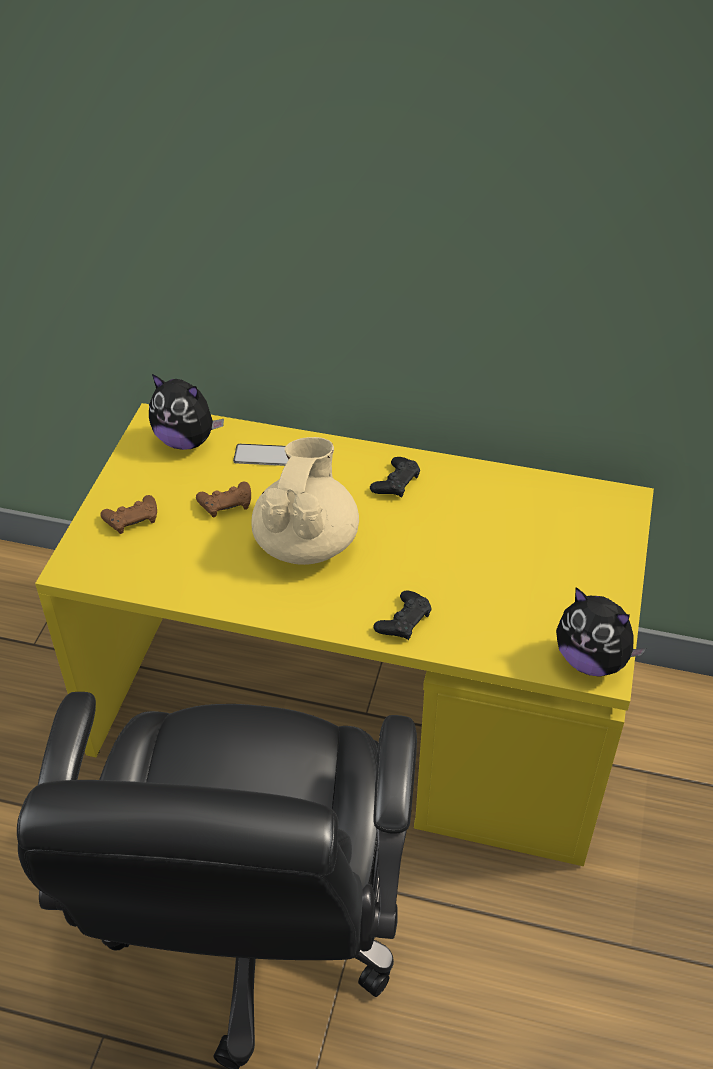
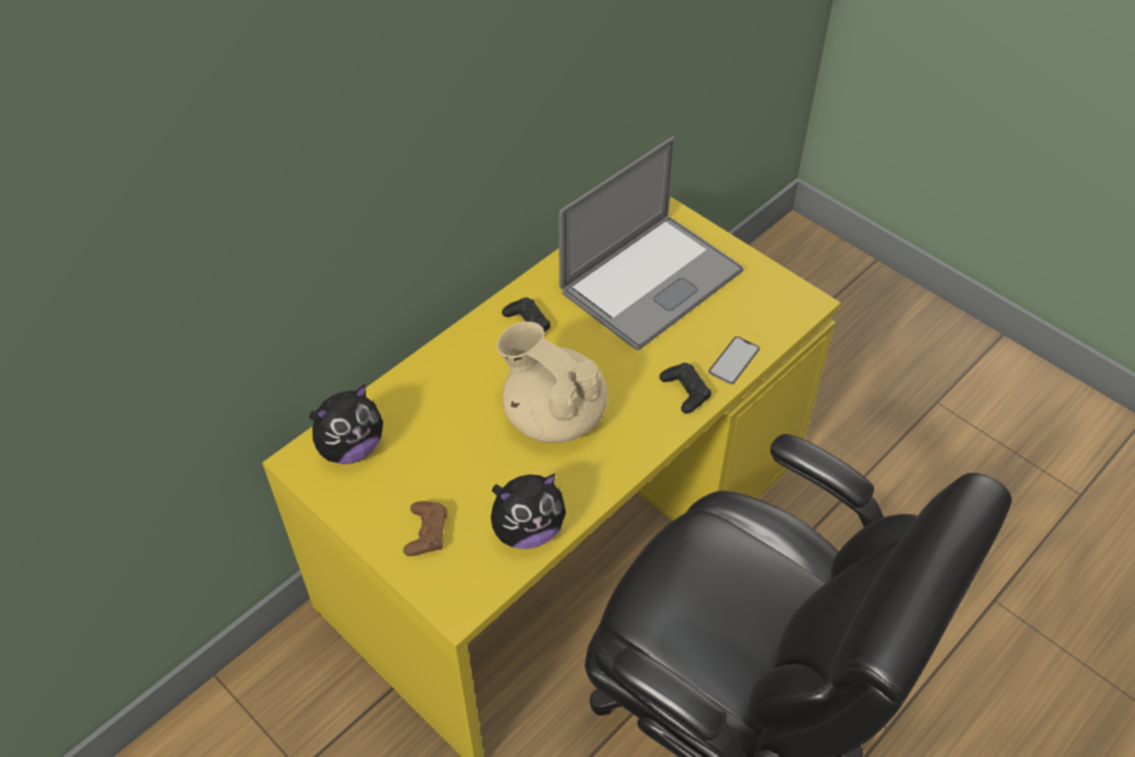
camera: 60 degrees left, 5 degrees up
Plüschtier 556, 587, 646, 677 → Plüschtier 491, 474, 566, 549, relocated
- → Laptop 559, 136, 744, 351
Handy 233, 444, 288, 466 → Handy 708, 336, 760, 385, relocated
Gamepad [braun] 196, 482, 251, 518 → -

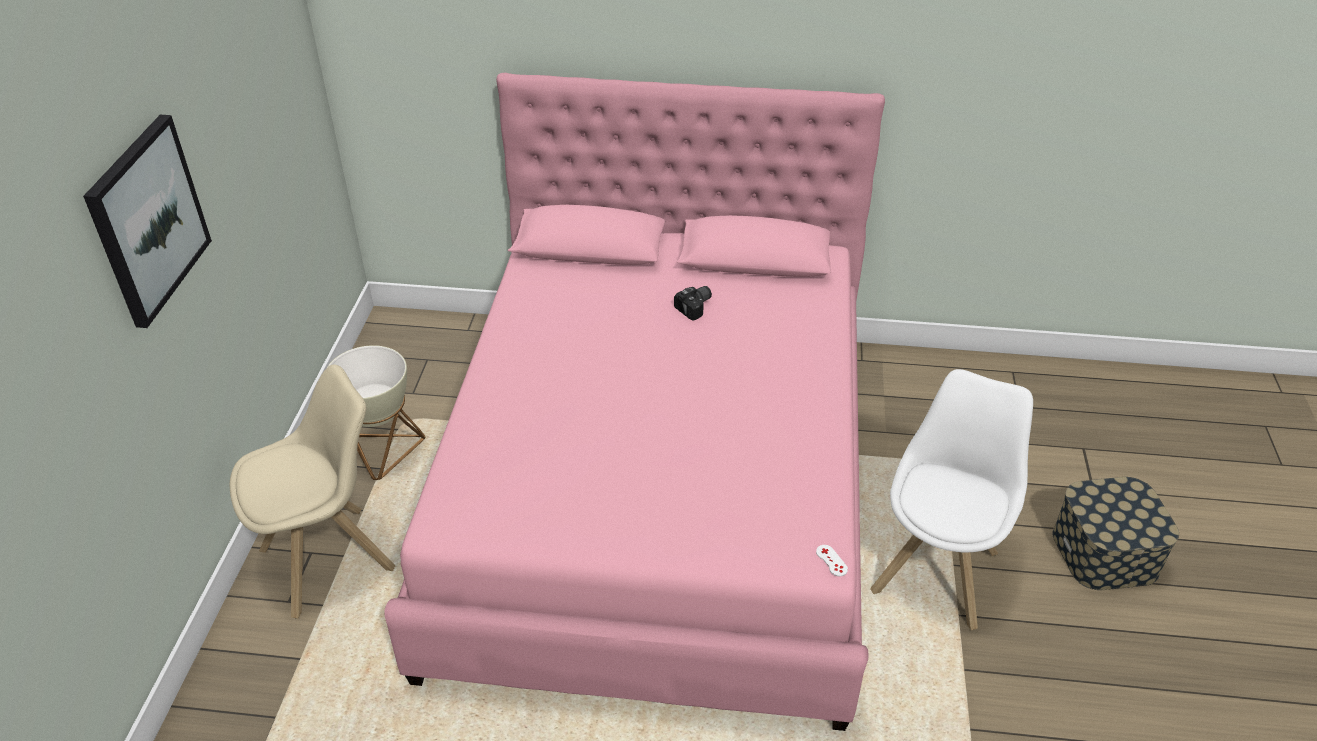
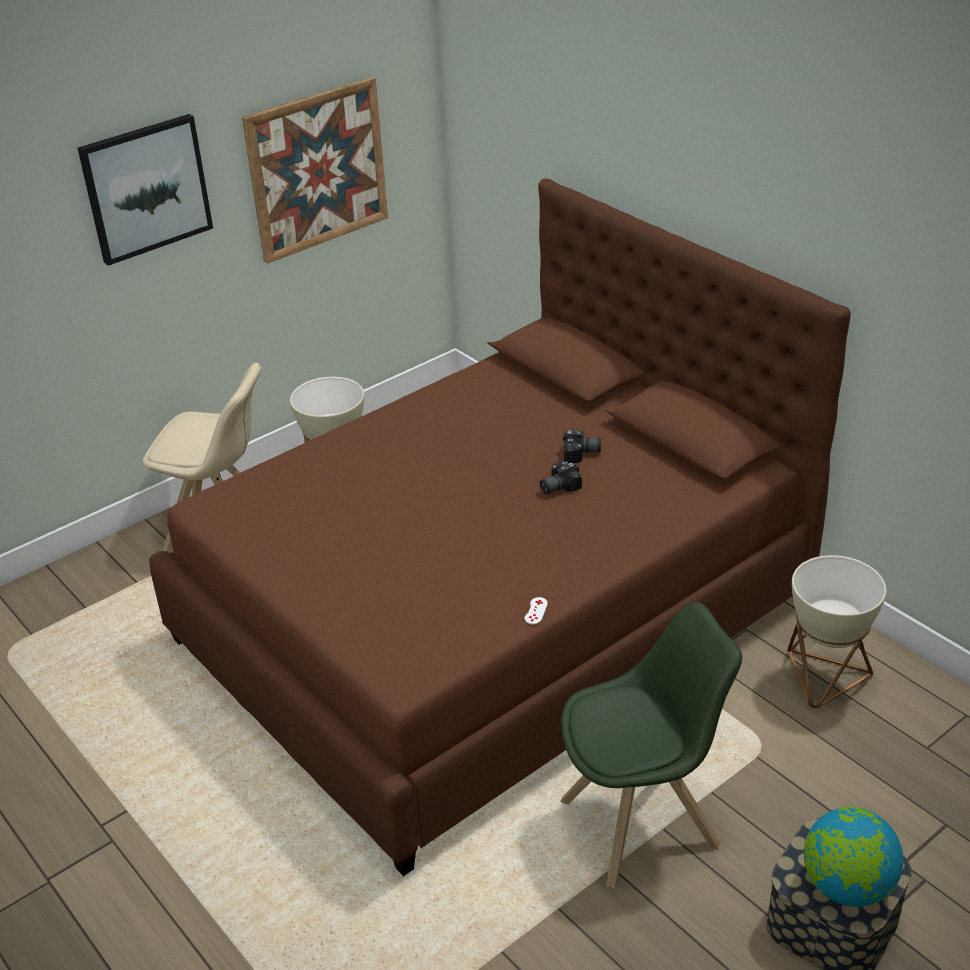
camera: 45 degrees right, 5 degrees down
Bett [rosa] 384, 73, 885, 731 → Bett [braun] 149, 179, 851, 876
- → Bild 242, 77, 388, 264
Gamepad [weiß] 816, 545, 848, 576 → Gamepad [weiß] 525, 597, 548, 624, relocated
- → Kamera 540, 460, 582, 494
Stuhl [weiß] 870, 369, 1033, 631 → Stuhl [grün] 560, 602, 742, 889
- → Pflanzkübel 787, 555, 887, 708
- → Globus 804, 807, 904, 907

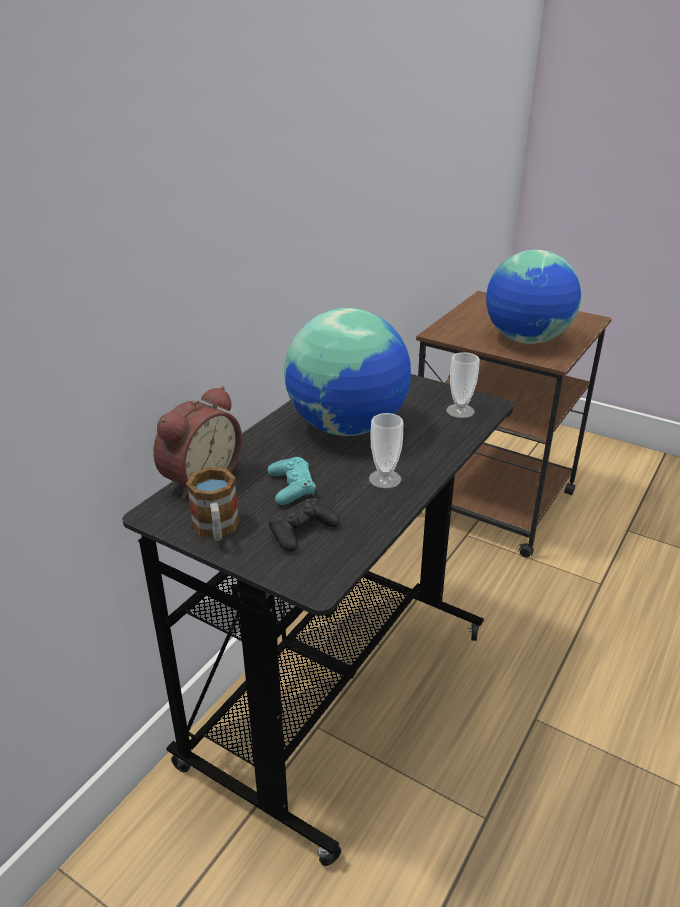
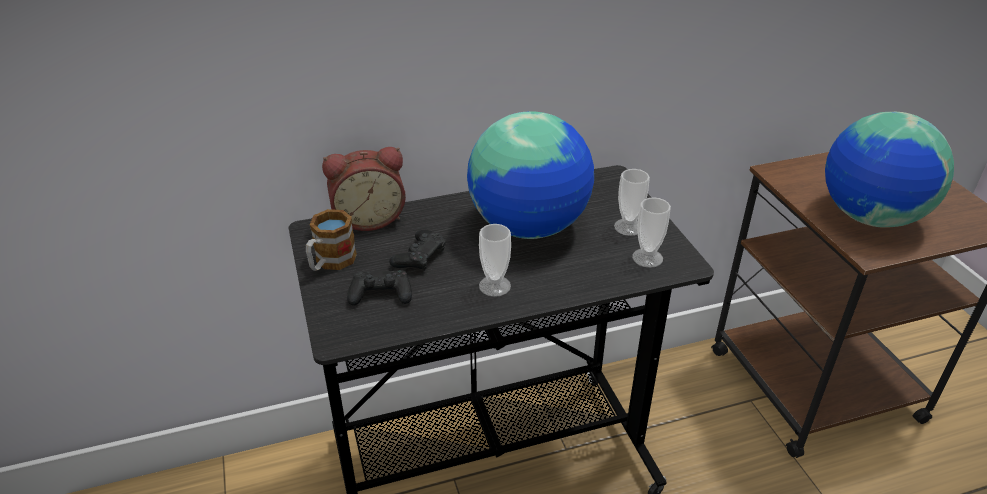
camera: 40 degrees right, 5 degrees up
Gamepad [türkis] 268, 457, 316, 505 → Gamepad [schwarz] 389, 230, 446, 271
- → Tasse 614, 169, 650, 236

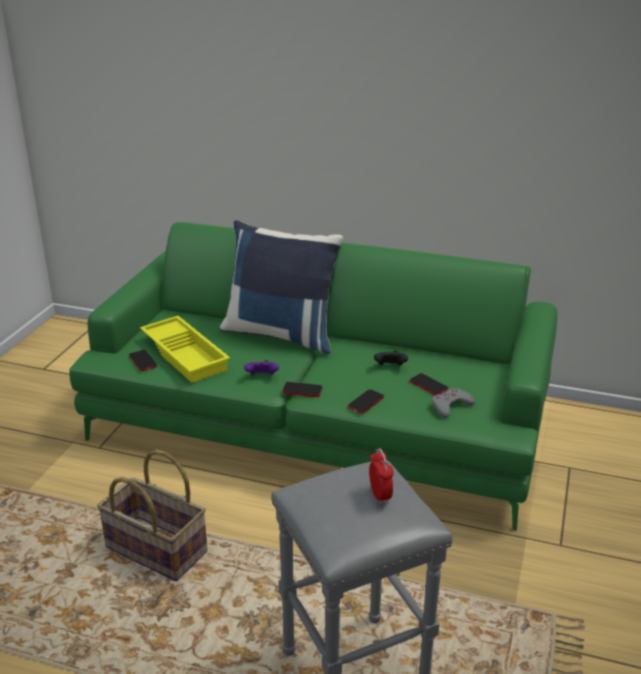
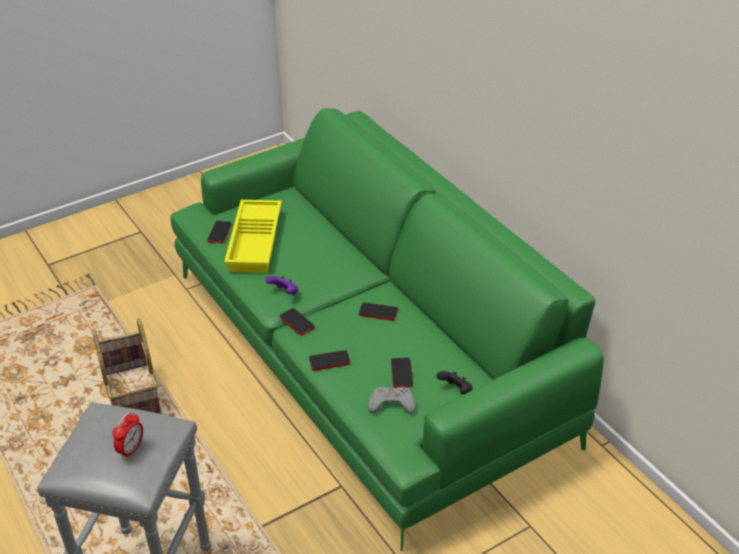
camera: 40 degrees right, 10 degrees up
- → Handy 359, 302, 398, 321
Gamepad [schwarz] 374, 351, 408, 366 → Gamepad [schwarz] 436, 371, 473, 395, relocated
Kissen [blau] 219, 220, 343, 354 → -

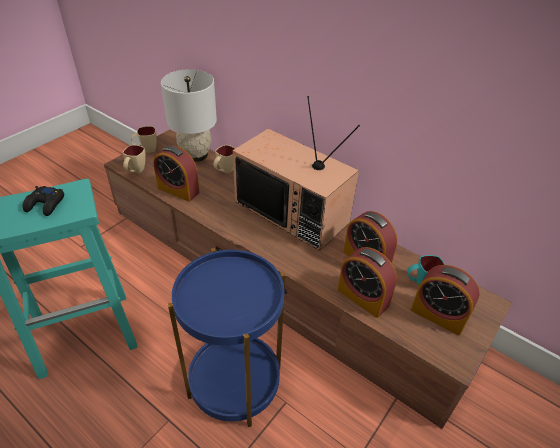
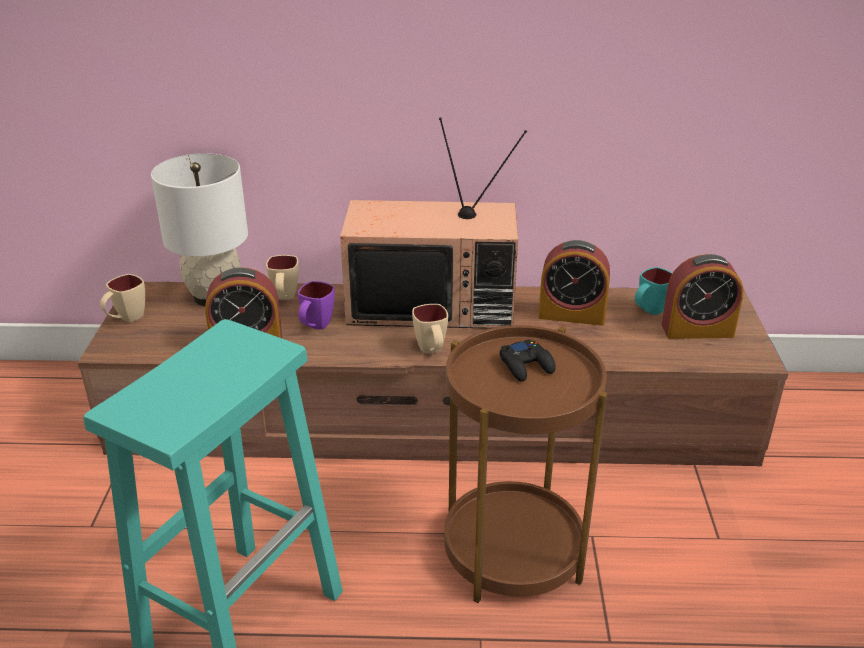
camera: 35 degrees left, 10 degrees down
- → Henkelbecher [lila] 298, 281, 335, 329
Henkelbecher [beige] 123, 145, 146, 173 → Henkelbecher [beige] 412, 304, 448, 354, relocated
Beistelltisch [blau] 168, 248, 286, 427 → Beistelltisch [braun] 444, 325, 607, 603
Gamepad [schwarz] 22, 186, 64, 216 → Gamepad [schwarz] 499, 339, 555, 382, relocated
Wecker 338, 247, 397, 318 → -

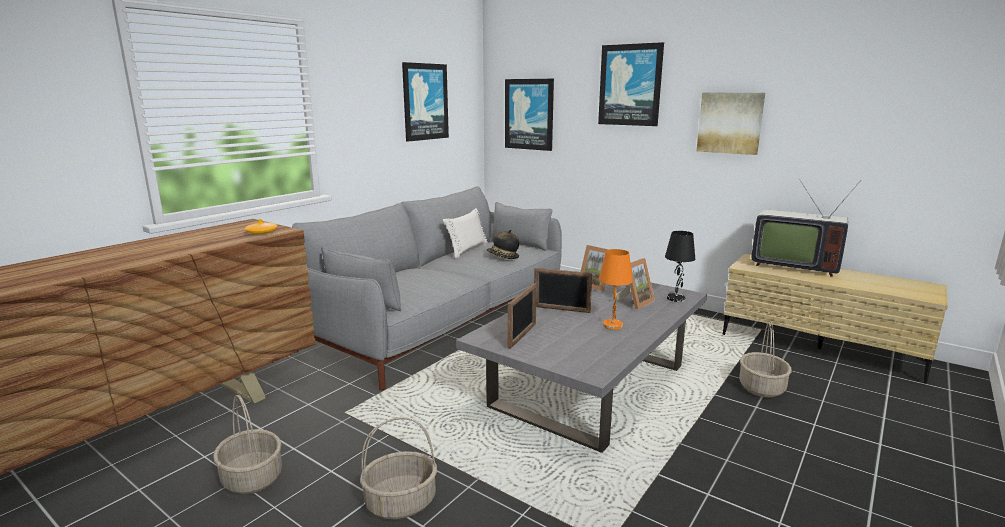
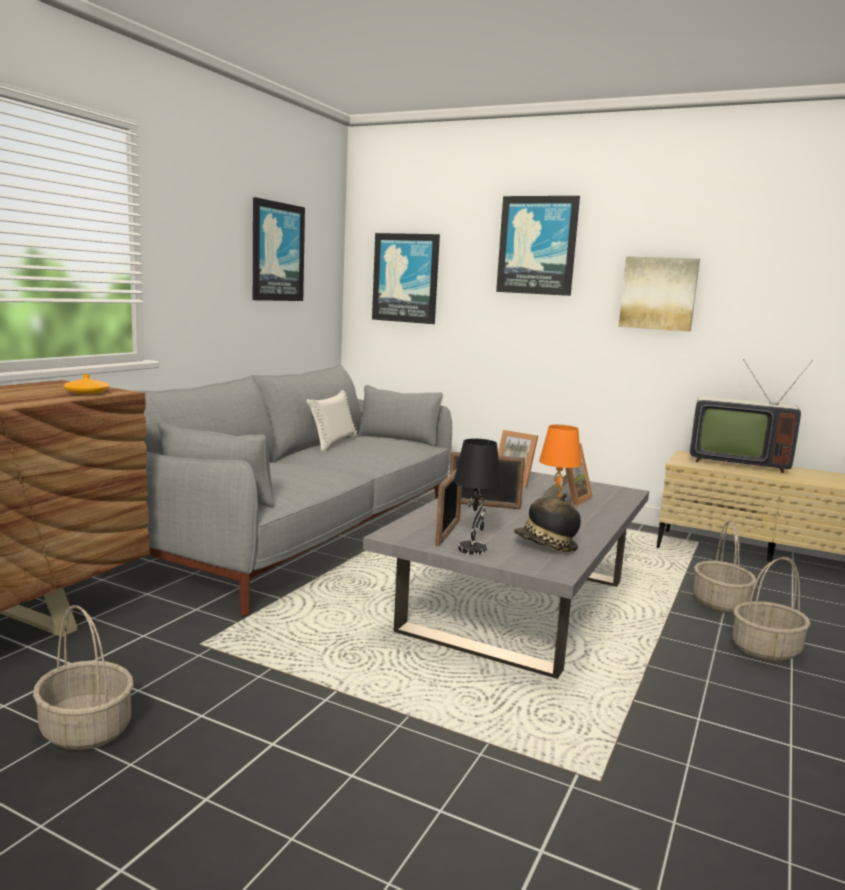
camera: 10 degrees left, 5 degrees down
Tischlampe [schwarz] 665, 231, 695, 302 → Tischlampe [schwarz] 454, 439, 501, 555, relocated
Hut 487, 229, 519, 259 → Hut 514, 493, 581, 552, relocated
Korb 360, 417, 437, 519 → Korb 733, 557, 811, 661, relocated

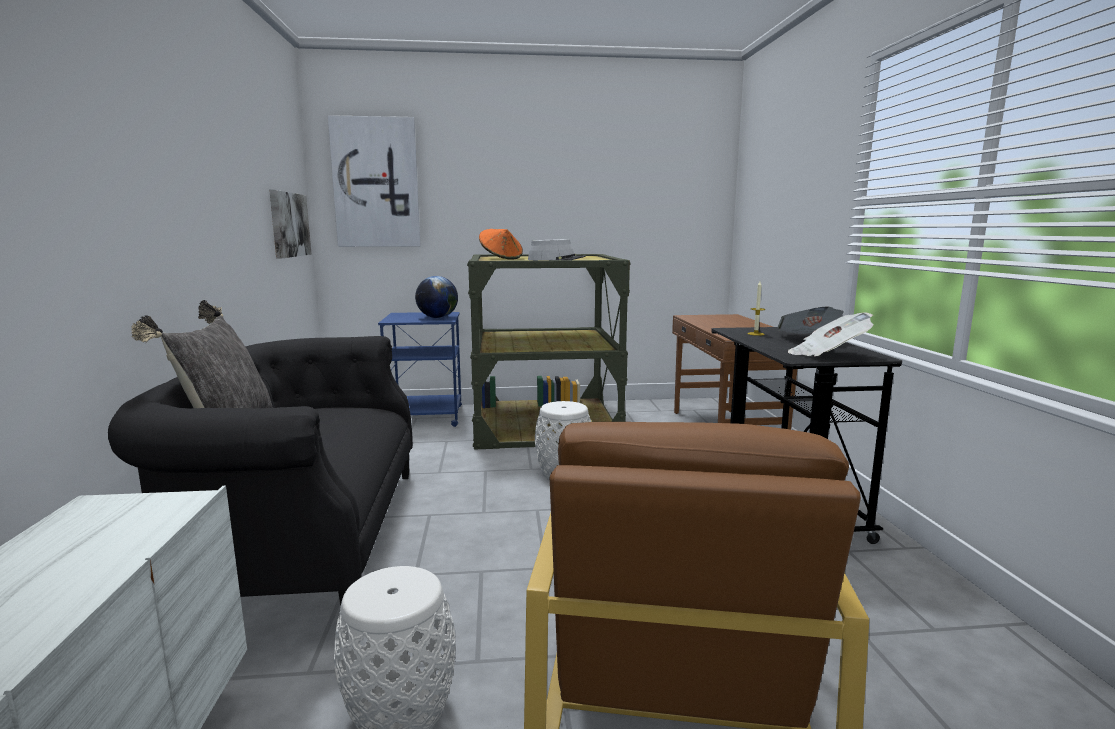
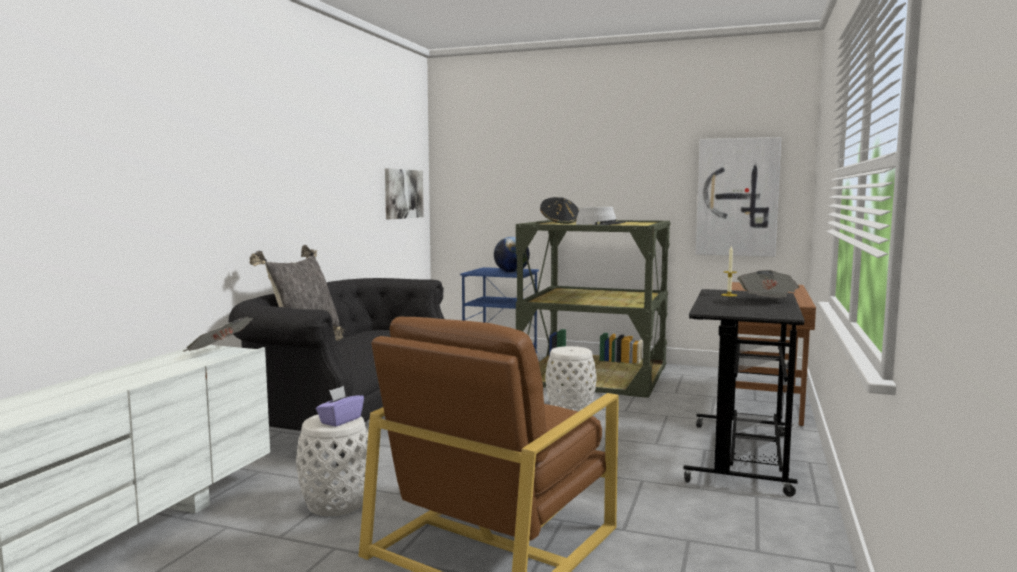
camera: 25 degrees right, 5 degrees down
Zeitung 788, 312, 873, 356 → Zeitung 184, 316, 253, 351, relocated
- → Taschentuchbox [lila] 316, 386, 364, 427
Hut [orange] 479, 229, 523, 260 → Hut [schwarz] 540, 197, 579, 224
Bild 328, 115, 421, 247 → Bild 696, 137, 781, 257, relocated

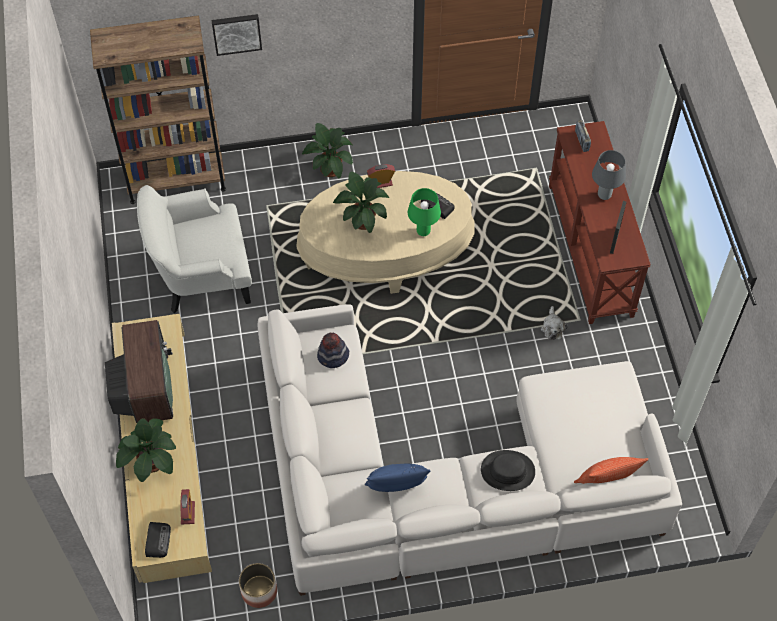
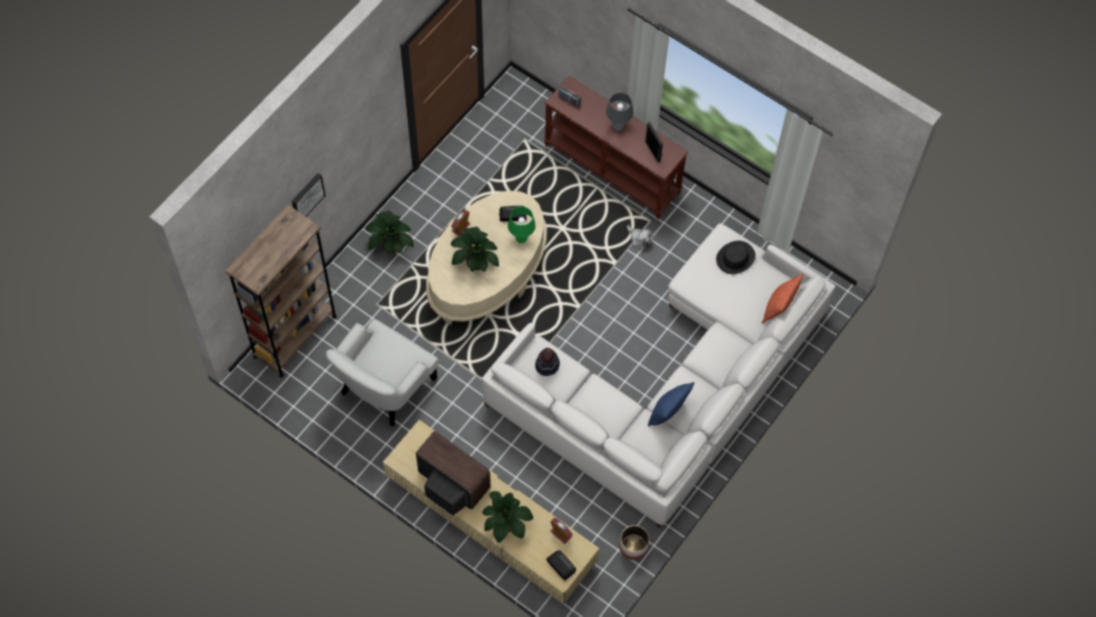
camera: 45 degrees left, 5 degrees up
Hut [schwarz] 481, 450, 535, 491 → Hut [schwarz] 716, 241, 756, 274, relocated

